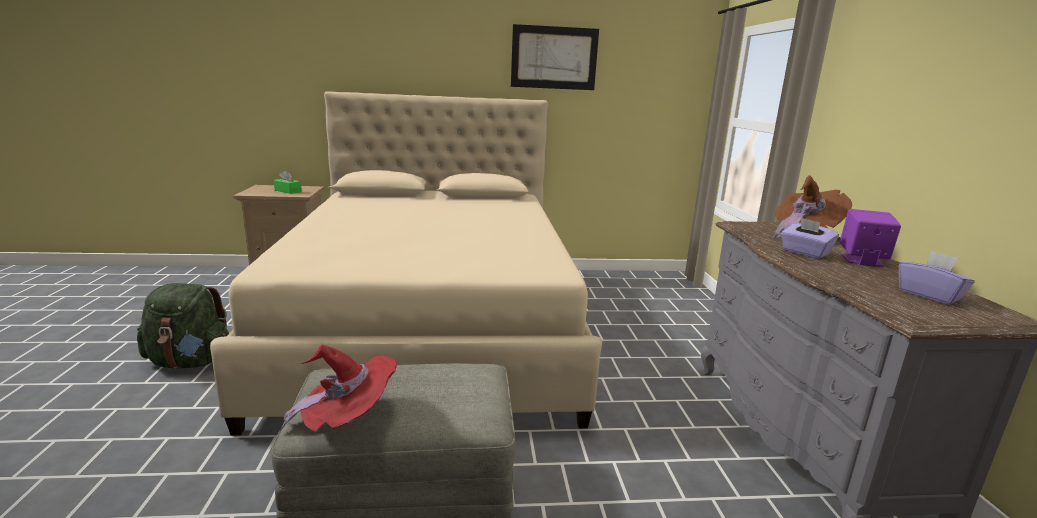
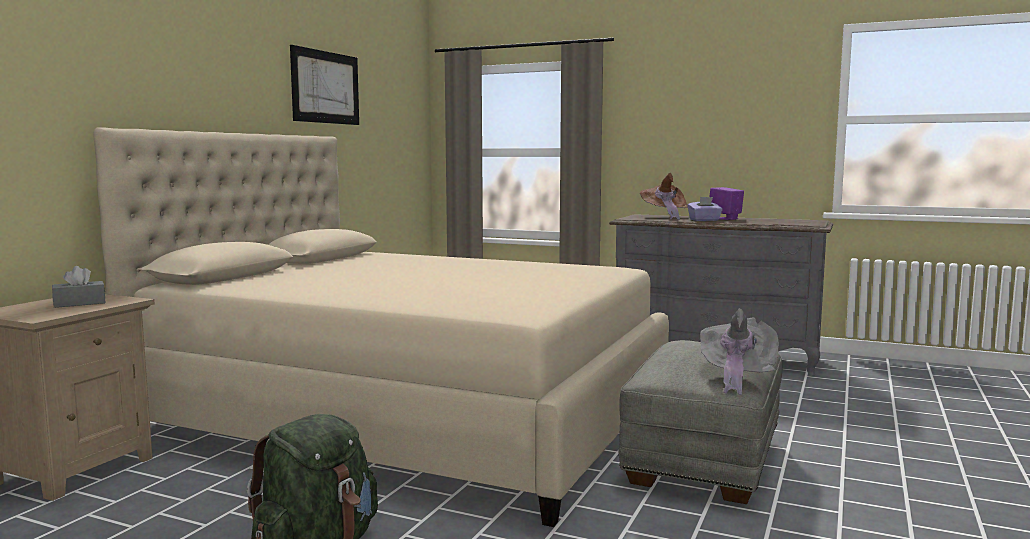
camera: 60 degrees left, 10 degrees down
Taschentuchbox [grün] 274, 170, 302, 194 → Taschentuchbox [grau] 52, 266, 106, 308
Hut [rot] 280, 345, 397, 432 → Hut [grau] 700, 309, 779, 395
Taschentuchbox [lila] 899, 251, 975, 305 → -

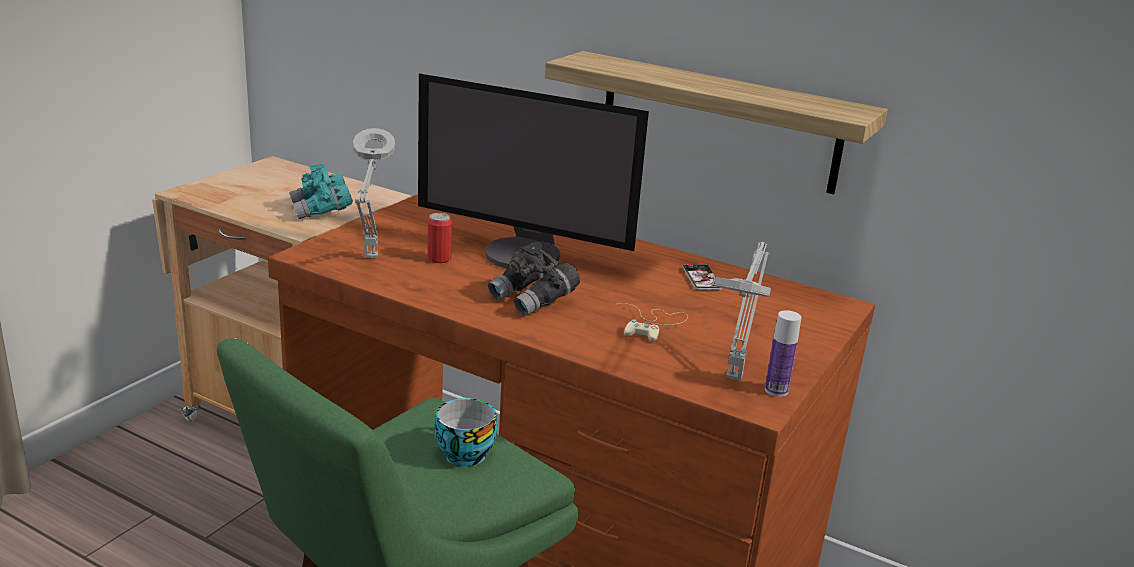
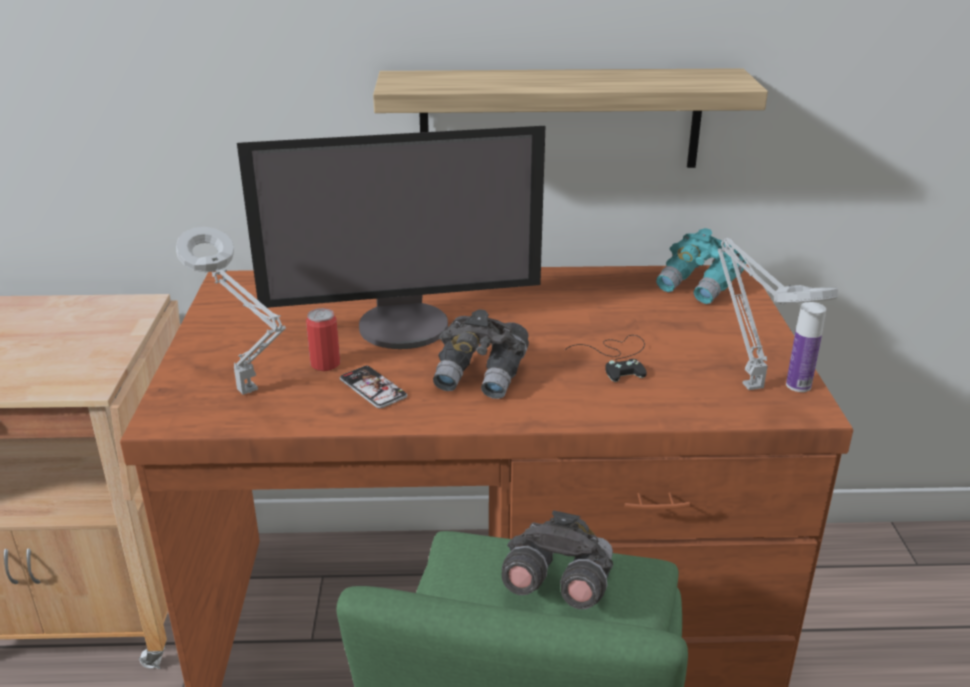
camera: 30 degrees left, 5 degrees up
Handy 682, 264, 722, 290 → Handy 340, 366, 407, 408, relocated
Tasse 435, 398, 497, 466 → Fernglas [grau] 501, 510, 613, 610
Gamepad [beige] 615, 303, 688, 341 → Gamepad [schwarz] 565, 335, 647, 382
Fernglas [türkis] 289, 164, 353, 219 → Fernglas [türkis] 656, 228, 746, 304, relocated

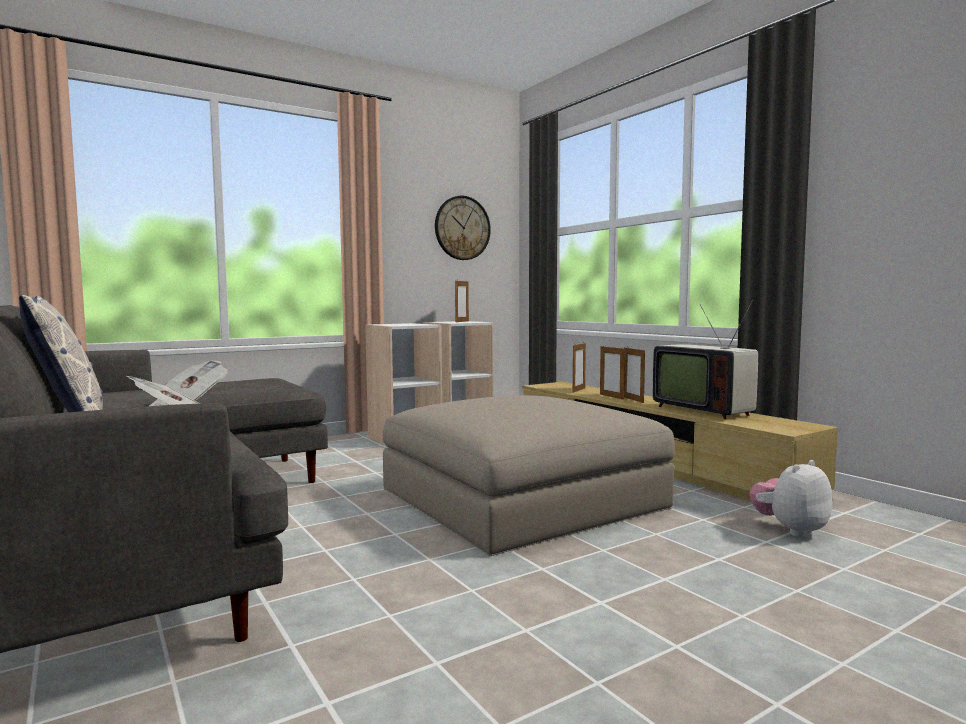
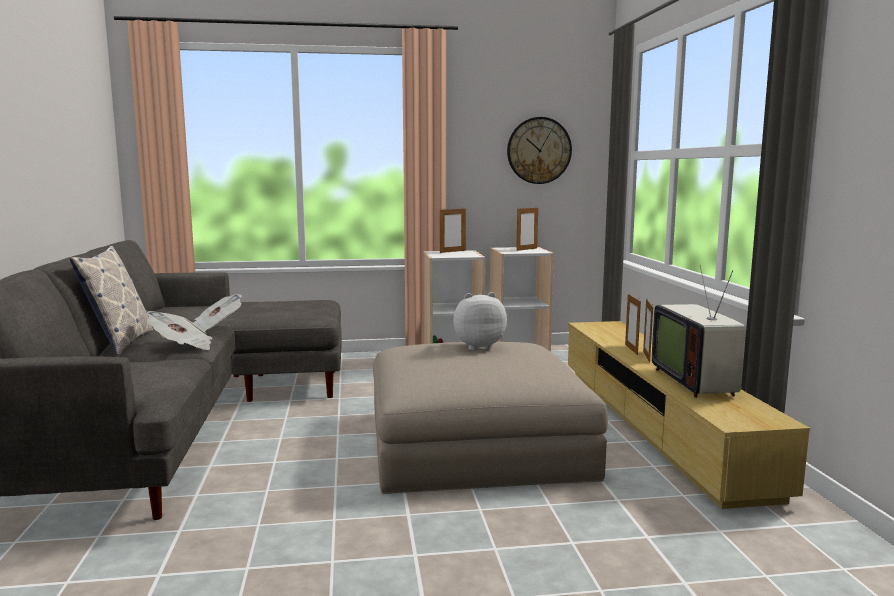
camera: 25 degrees right, 5 degrees up
Bilderrahmen 573, 343, 586, 393 → Bilderrahmen 440, 207, 466, 253, relocated
Plüschtier 750, 460, 833, 537 → Plüschtier 453, 292, 507, 350, relocated

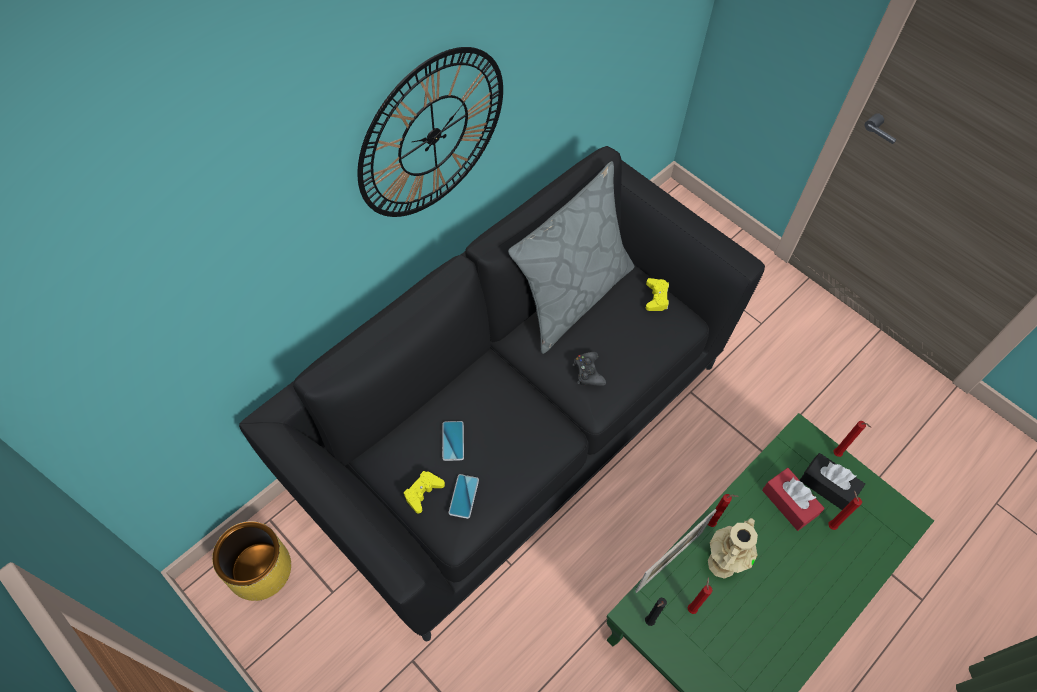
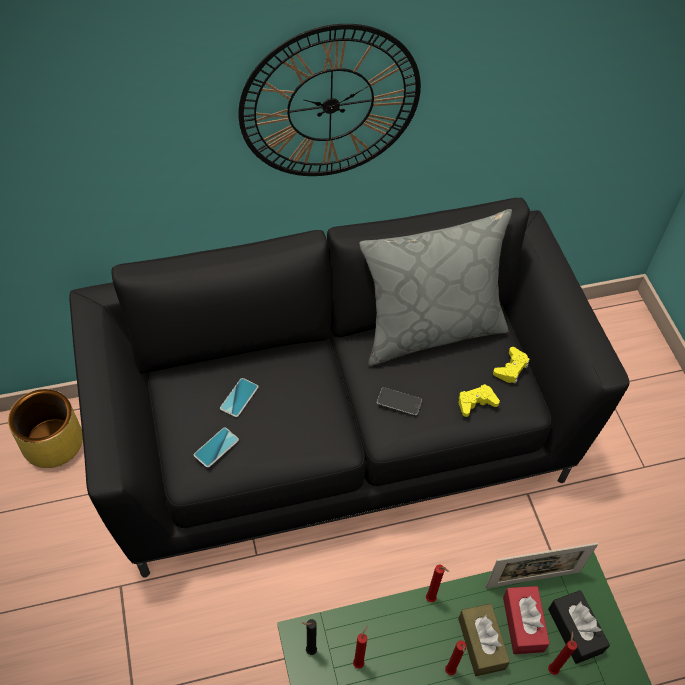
camera: 30 degrees right, 5 degrees down
Gamepad [schwarz] 573, 352, 606, 386 → Handy 377, 387, 422, 415
Kerze [rot] 834, 421, 871, 457 → Kerze [rot] 445, 640, 466, 675, relocated
- → Taschentuchbox [braun] 458, 604, 510, 676
Gamepad [gelb] 404, 471, 445, 514 → Gamepad [gelb] 459, 384, 500, 417, relocated
Bilderrahmen 635, 509, 716, 593 → Bilderrahmen 485, 543, 598, 588, relocated
Vase [beige] 708, 518, 758, 579 → -

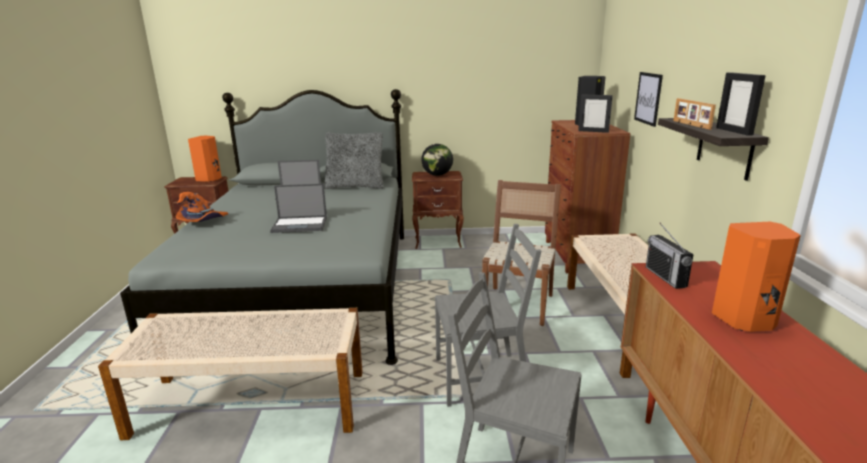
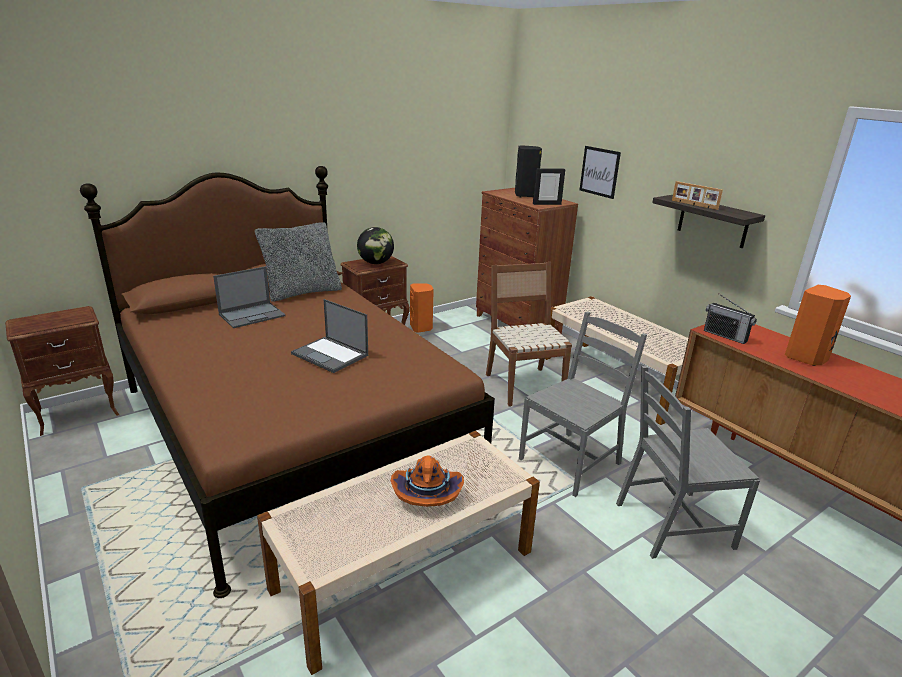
camera: 35 degrees left, 5 degrees up
Bett [grau] 120, 89, 404, 365 → Bett [braun] 80, 166, 495, 598
Laptop 270, 184, 327, 233 → Laptop 291, 299, 368, 373, 75 degrees clockwise
Hut [orange] 176, 192, 228, 222 → Hut [orange] 391, 455, 464, 507, relocated
Lautsprecher [orange] 188, 135, 222, 182 → Lautsprecher [orange] 410, 283, 434, 333, relocated
Bilderrahmen 716, 72, 766, 136 → -

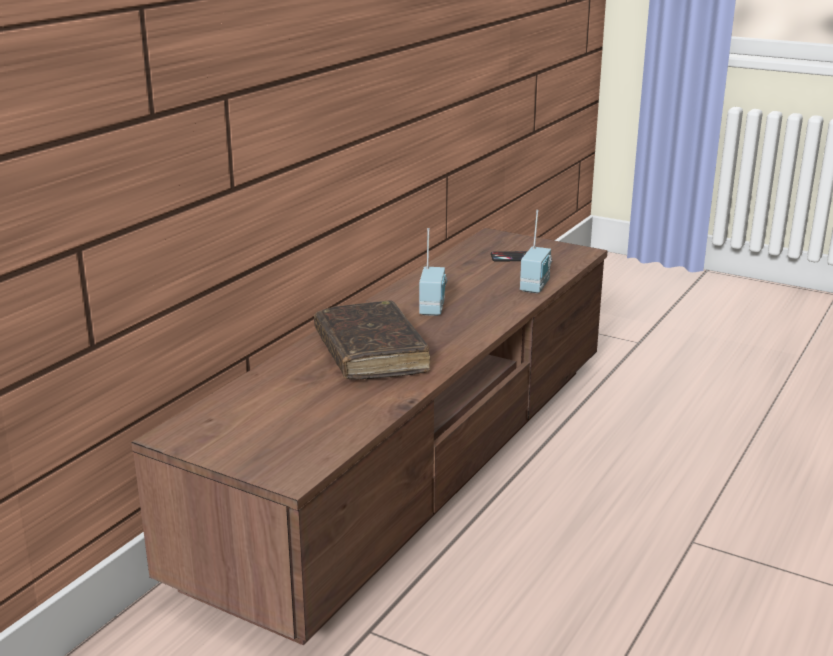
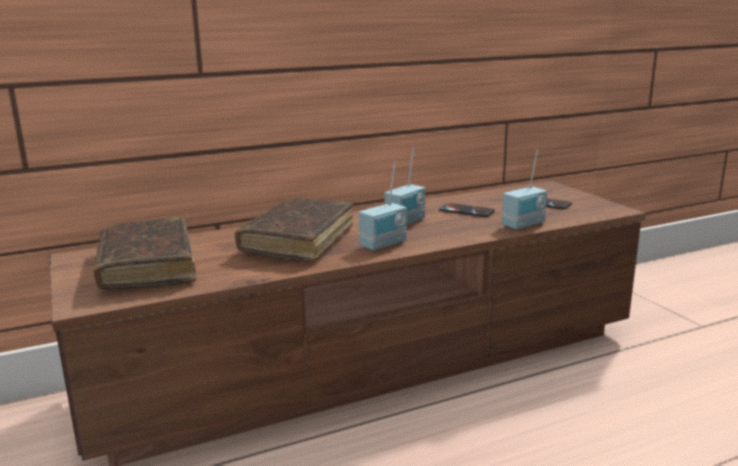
camera: 35 degrees right, 5 degrees down
- → Buch [braun] 94, 218, 196, 289
- → Radio 359, 163, 407, 251
- → Handy 439, 203, 495, 217

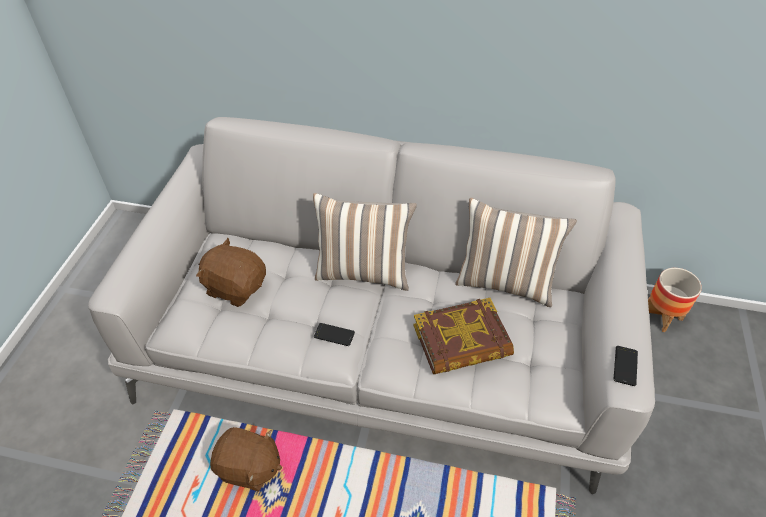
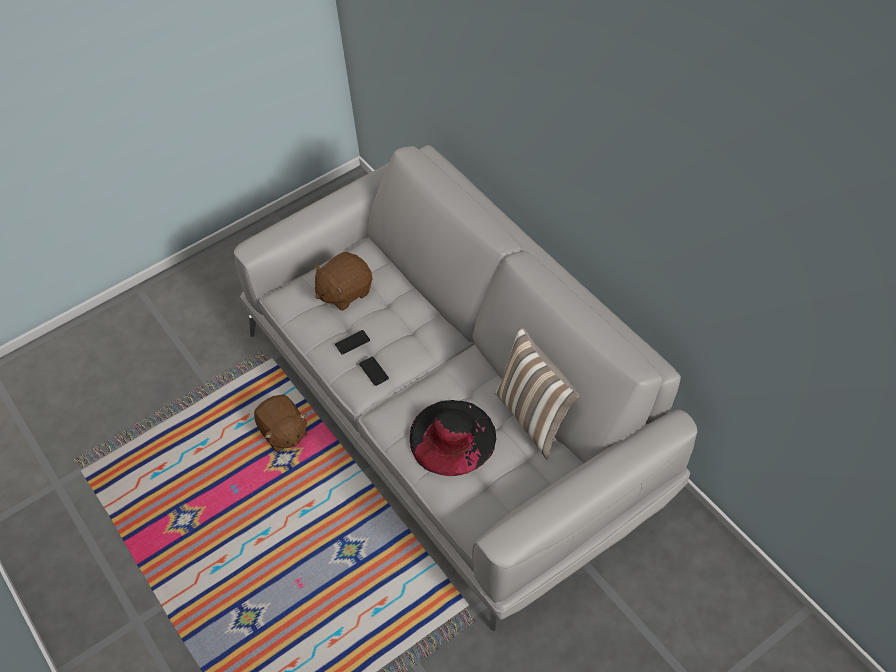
camera: 45 degrees right, 5 degrees up
Plüschtier [braun] 196, 238, 266, 307 → Plüschtier [braun] 314, 252, 372, 311, 105 degrees counterclockwise
Handy 614, 346, 638, 386 → Handy 335, 330, 370, 355, relocated
Buch 413, 298, 514, 374 → Hut [schwarz] 410, 400, 496, 476
Kissen 313, 193, 417, 291 → -
Pflanzkübel 648, 268, 702, 332 → -

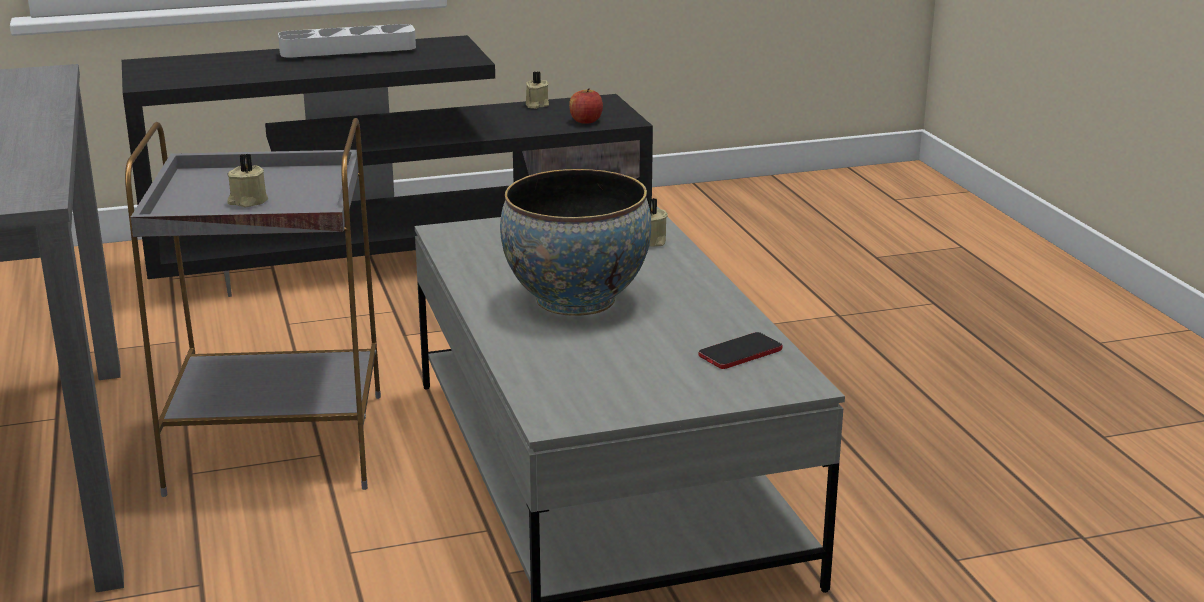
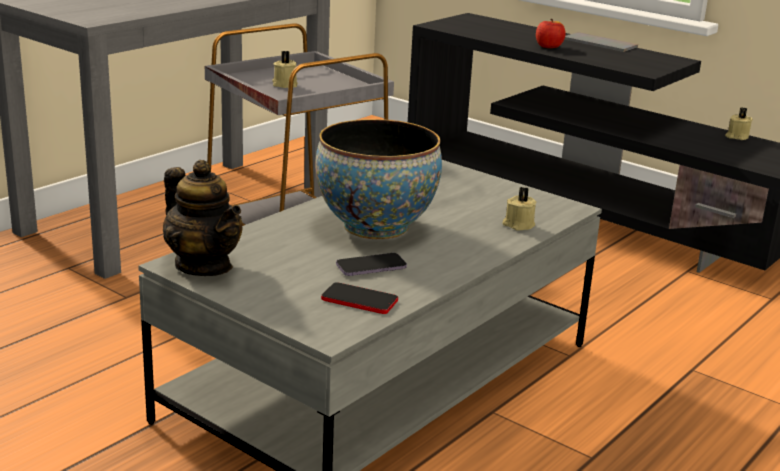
camera: 55 degrees right, 0 degrees up
- → Teekanne 163, 160, 242, 276
- → Handy 336, 253, 407, 276
Apfel 569, 88, 603, 124 → Apfel 536, 19, 566, 48, relocated
Tablett [grau] 278, 24, 416, 58 → -

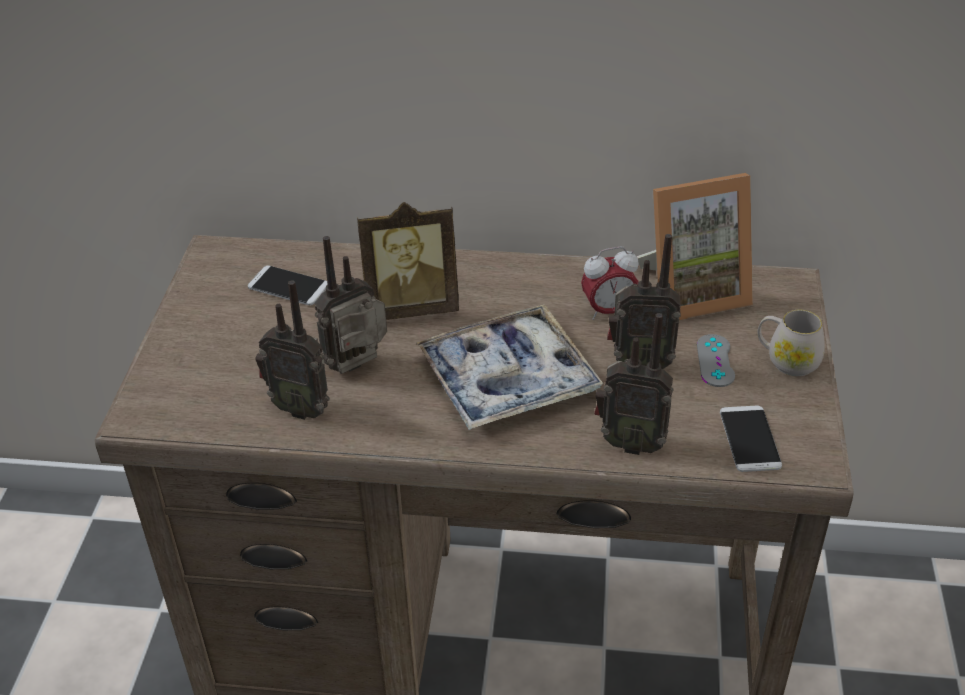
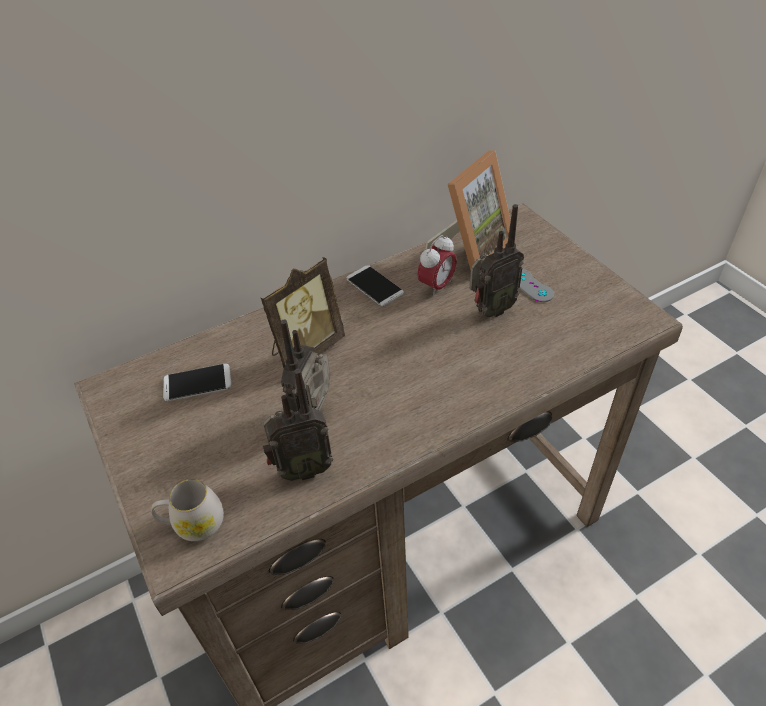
camera: 35 degrees left, 5 degrees up
Henkelbecher [weiß] 757, 310, 825, 376 → Henkelbecher [weiß] 151, 479, 224, 541, relocated
Handy 720, 405, 782, 472 → Handy 347, 265, 404, 306, relocated
Tablett 417, 304, 603, 430 → -
Radio 594, 313, 674, 455 → -

